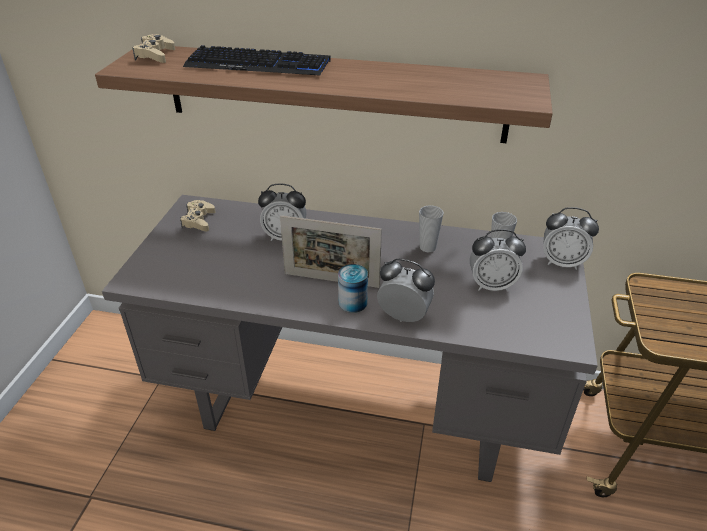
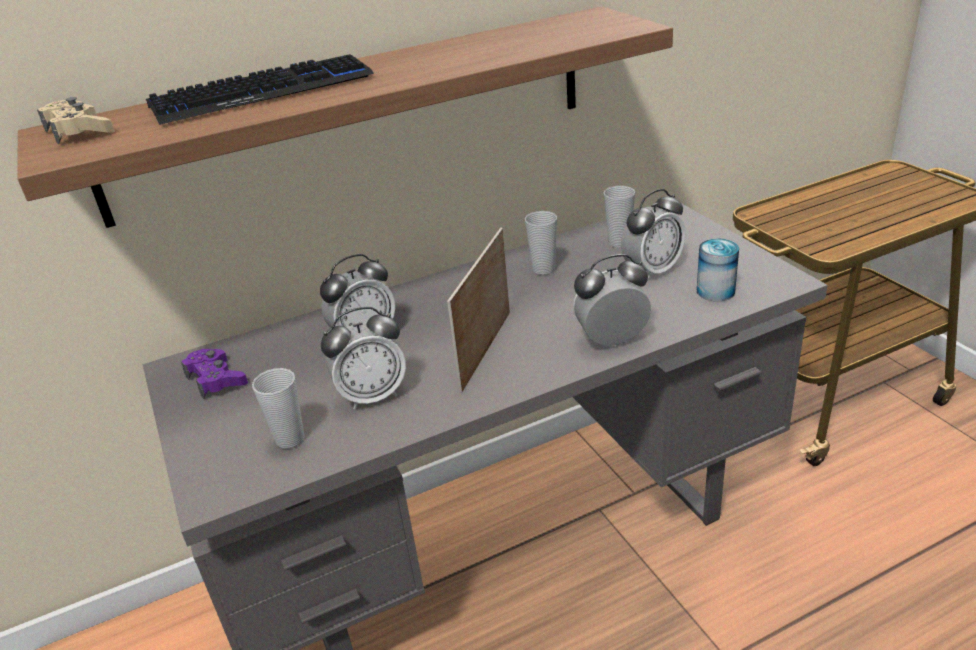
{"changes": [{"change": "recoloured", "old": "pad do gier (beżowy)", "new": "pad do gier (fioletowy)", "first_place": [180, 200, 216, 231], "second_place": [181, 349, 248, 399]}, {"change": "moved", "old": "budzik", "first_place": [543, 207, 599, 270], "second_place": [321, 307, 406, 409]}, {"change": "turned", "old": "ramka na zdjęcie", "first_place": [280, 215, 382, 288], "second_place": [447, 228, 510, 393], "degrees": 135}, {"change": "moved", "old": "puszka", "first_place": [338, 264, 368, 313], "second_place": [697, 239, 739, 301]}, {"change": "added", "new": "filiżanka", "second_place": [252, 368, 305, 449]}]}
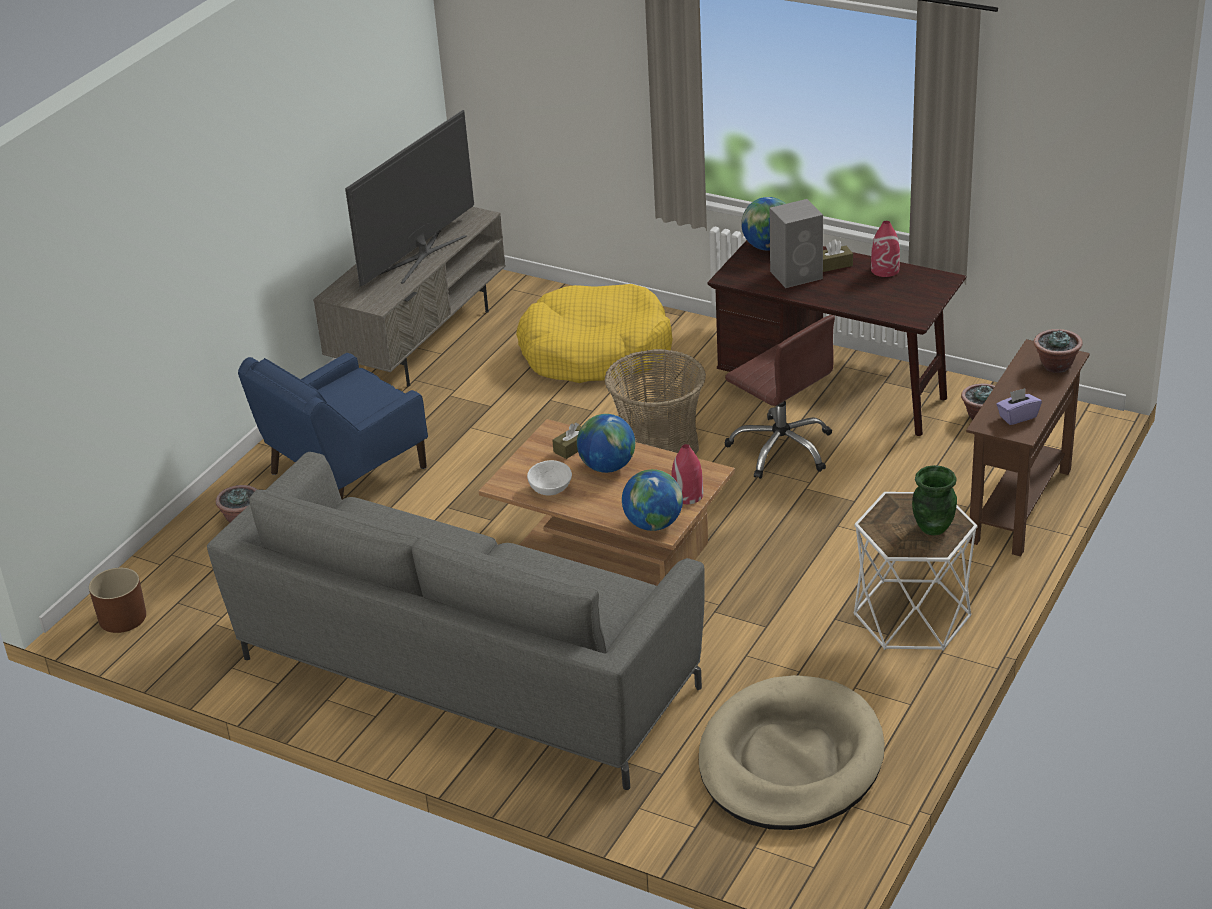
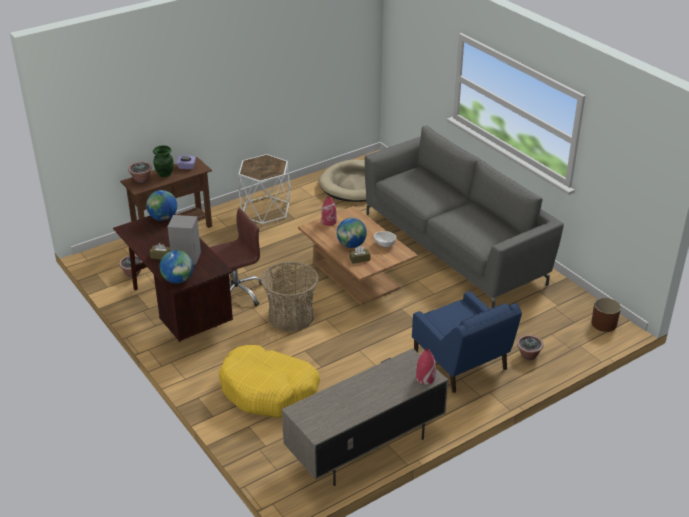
{"changes": [{"change": "removed", "old": "telewizor", "first_place": [345, 110, 474, 286]}, {"change": "moved", "old": "wazon (czerwony)", "first_place": [871, 221, 900, 277], "second_place": [416, 349, 436, 384]}, {"change": "turned", "old": "krzesło biurowe (brązowy)", "first_place": [724, 315, 835, 479], "second_place": [209, 208, 262, 306], "degrees": 75}, {"change": "turned", "old": "fotel (niebieski)", "first_place": [238, 353, 428, 500], "second_place": [412, 291, 522, 393], "degrees": 75}, {"change": "moved", "old": "wazon (zielony)", "first_place": [912, 465, 957, 536], "second_place": [153, 145, 174, 177]}, {"change": "moved", "old": "globus", "first_place": [622, 469, 683, 531], "second_place": [146, 190, 177, 221]}]}
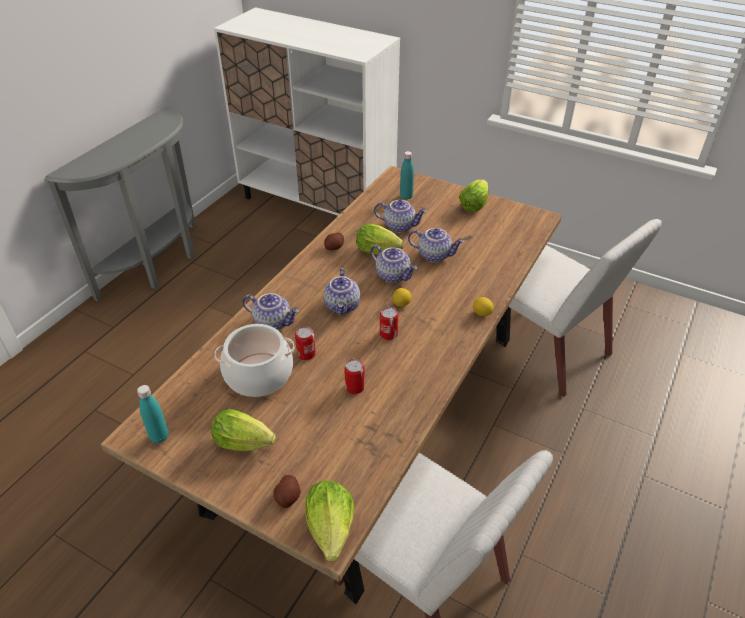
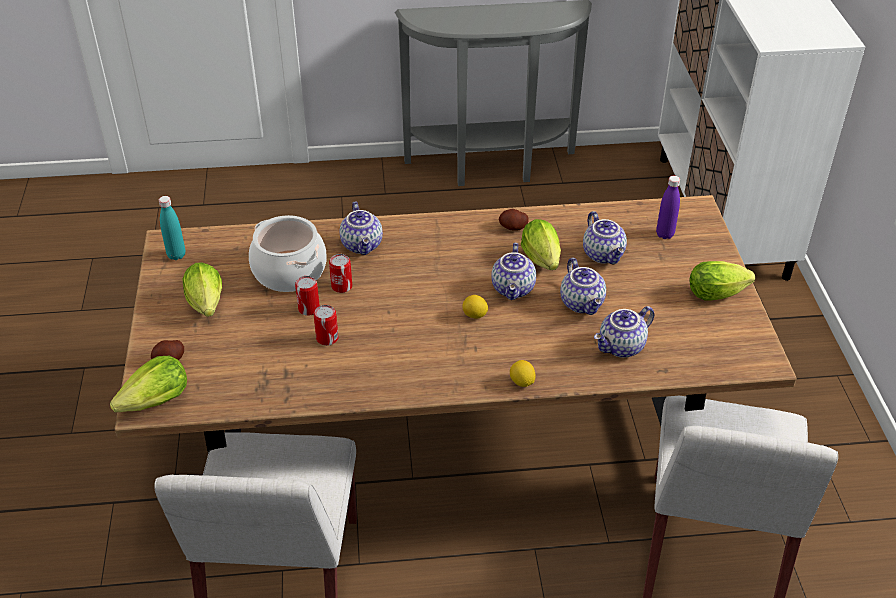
{"changes": [{"change": "recoloured", "old": "butelka (turkusowy)", "new": "butelka (fioletowy)", "first_place": [400, 151, 414, 200], "second_place": [656, 176, 680, 239]}, {"change": "moved", "old": "imbryk", "first_place": [324, 268, 360, 316], "second_place": [594, 306, 655, 358]}, {"change": "moved", "old": "puszka", "first_place": [380, 307, 398, 340], "second_place": [295, 276, 320, 316]}]}
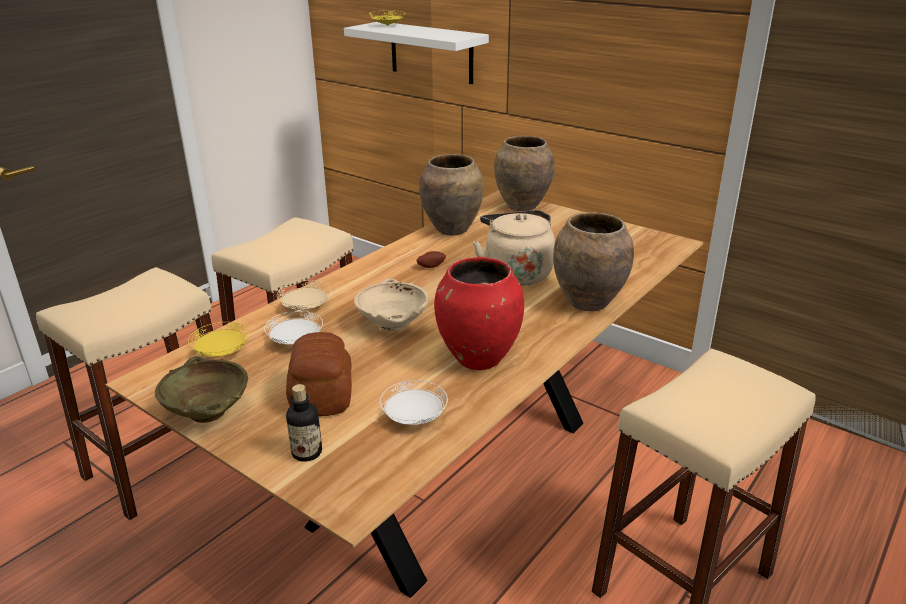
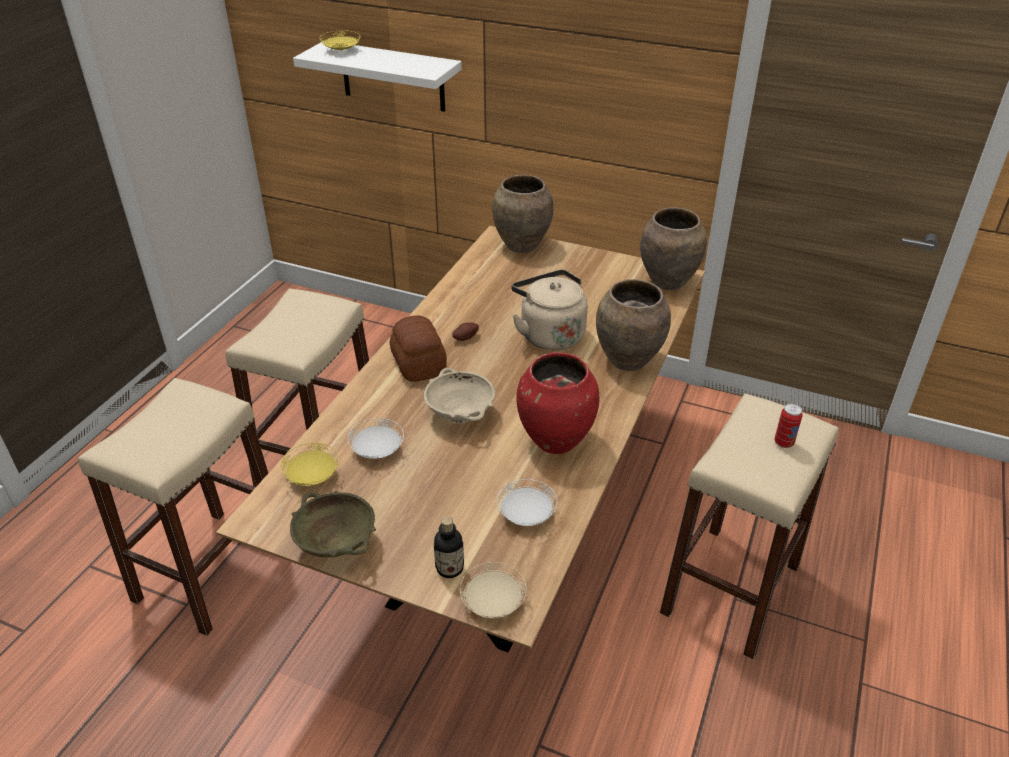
{"changes": [{"change": "moved", "old": "wazon (brązowy)", "first_place": [419, 154, 484, 236], "second_place": [640, 207, 707, 290]}, {"change": "moved", "old": "talerz (beżowy)", "first_place": [277, 280, 331, 310], "second_place": [460, 562, 527, 618]}, {"change": "moved", "old": "chleb", "first_place": [286, 332, 352, 416], "second_place": [390, 315, 447, 382]}, {"change": "added", "new": "puszka", "second_place": [775, 403, 802, 448]}]}
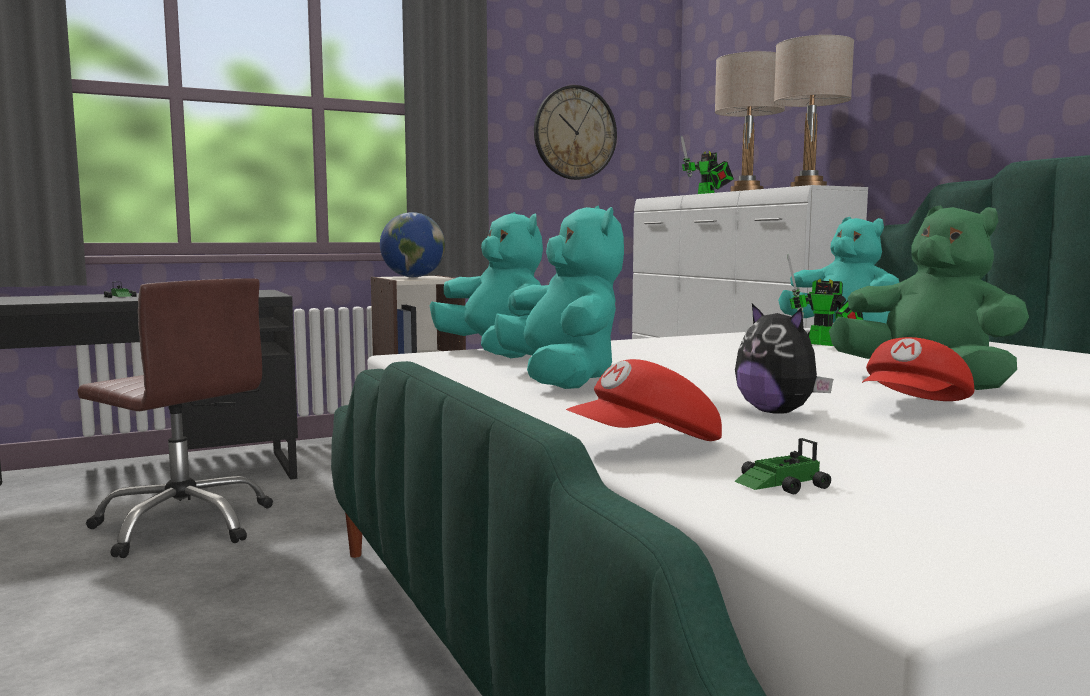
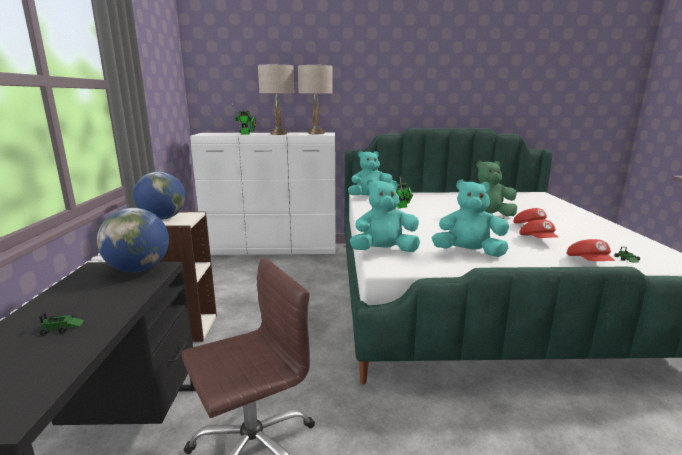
{"changes": [{"change": "removed", "old": "zegar ścienny", "first_place": [534, 85, 617, 180]}, {"change": "replaced", "old": "pluszak", "new": "czapka z daszkiem (czerwony)", "first_place": [735, 304, 833, 414], "second_place": [519, 220, 558, 238]}, {"change": "added", "new": "globus", "second_place": [97, 208, 169, 272]}]}
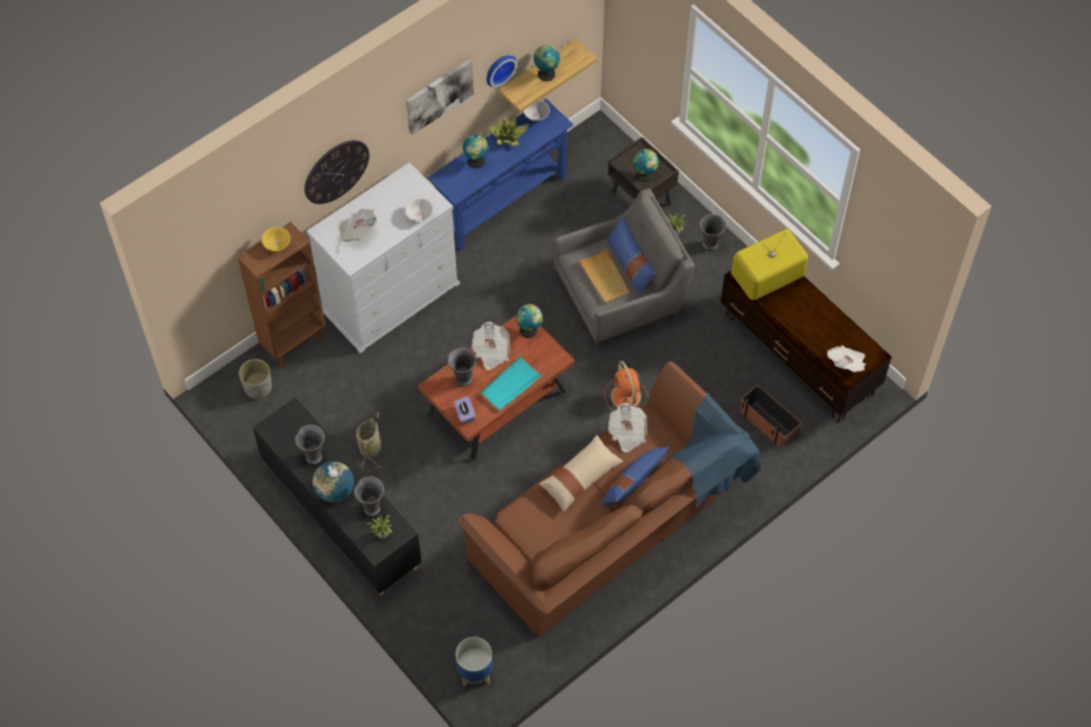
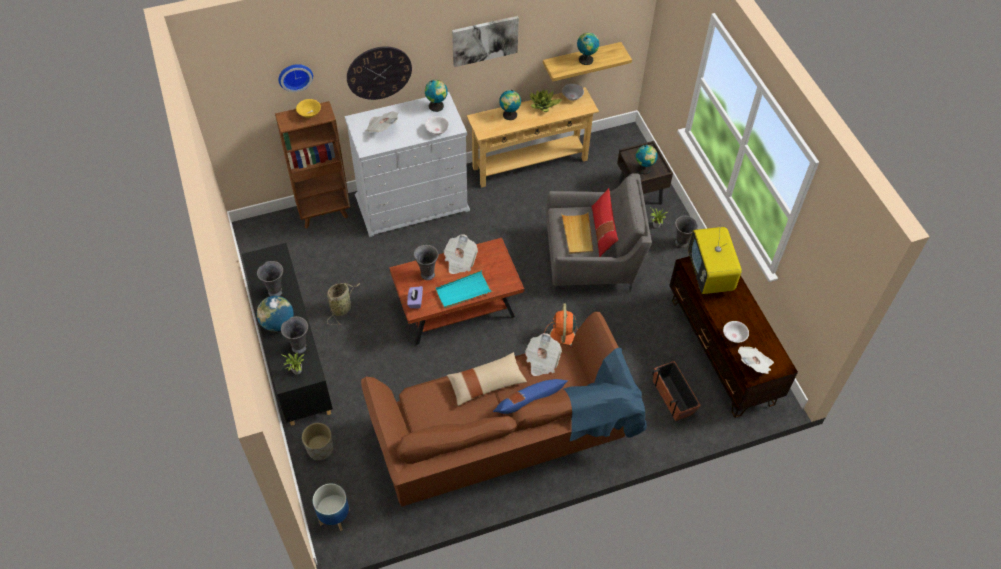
{"changes": [{"change": "moved", "old": "zegar ścienny", "first_place": [487, 55, 517, 87], "second_place": [279, 64, 313, 92]}, {"change": "recoloured", "old": "stolik konsolowy (niebieski)", "new": "stolik konsolowy (beżowy)", "first_place": [427, 98, 573, 250], "second_place": [467, 87, 599, 187]}, {"change": "recoloured", "old": "poduszka (niebieski)", "new": "poduszka (czerwony)", "first_place": [606, 215, 657, 297], "second_place": [591, 188, 618, 257]}, {"change": "turned", "old": "telewizor", "first_place": [731, 229, 808, 300], "second_place": [688, 224, 742, 294], "degrees": -90}, {"change": "moved", "old": "globus", "first_place": [516, 304, 543, 338], "second_place": [425, 80, 448, 112]}, {"change": "moved", "old": "donica (szary)", "first_place": [239, 359, 272, 400], "second_place": [302, 423, 333, 460]}, {"change": "added", "new": "miska (biały)", "second_place": [723, 321, 749, 343]}]}
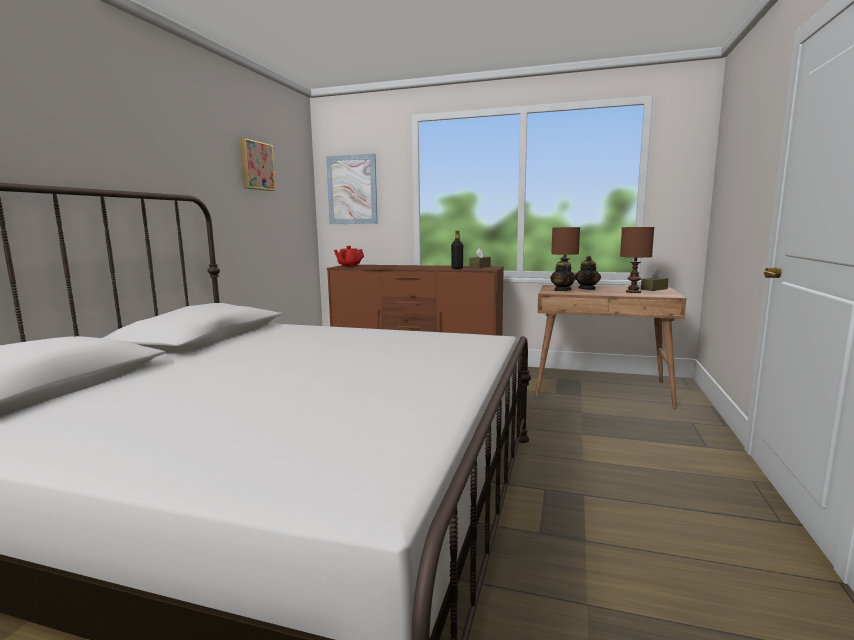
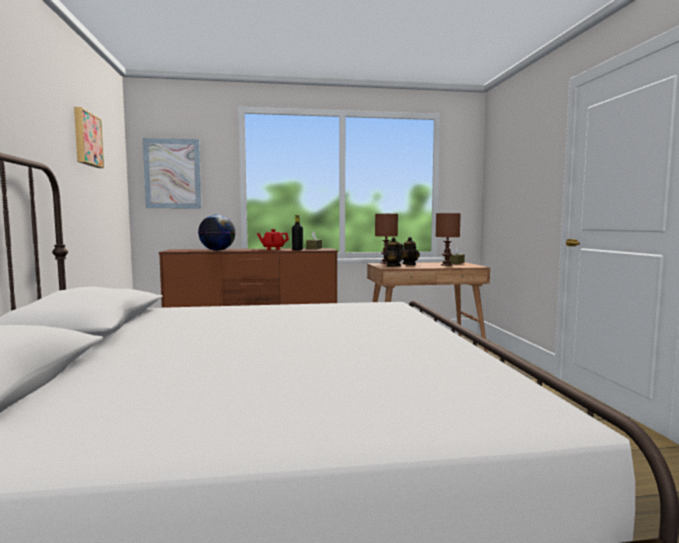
{"changes": [{"change": "moved", "old": "imbryk (czerwony)", "first_place": [334, 246, 364, 267], "second_place": [257, 229, 289, 250]}, {"change": "added", "new": "globus", "second_place": [198, 215, 236, 251]}]}
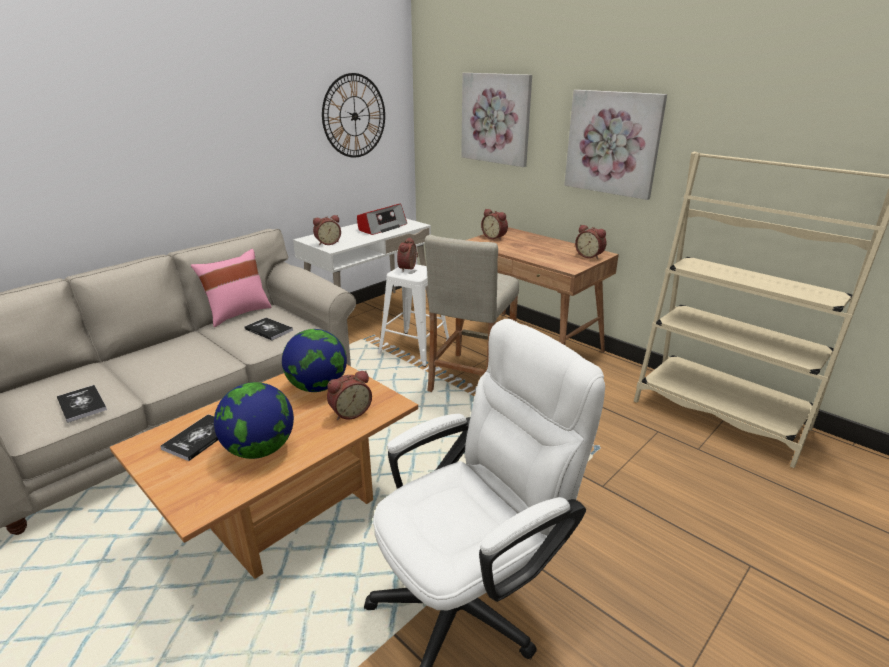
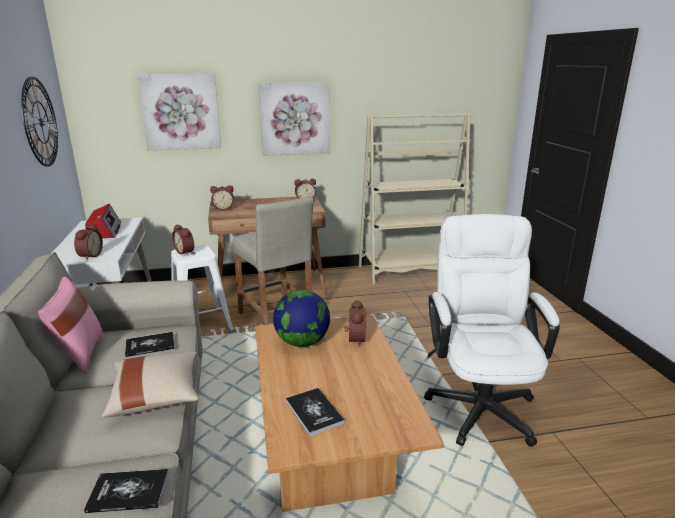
{"changes": [{"change": "removed", "old": "globus", "first_place": [214, 382, 294, 459]}, {"change": "added", "new": "poduszka (beżowy)", "second_place": [102, 352, 199, 418]}]}
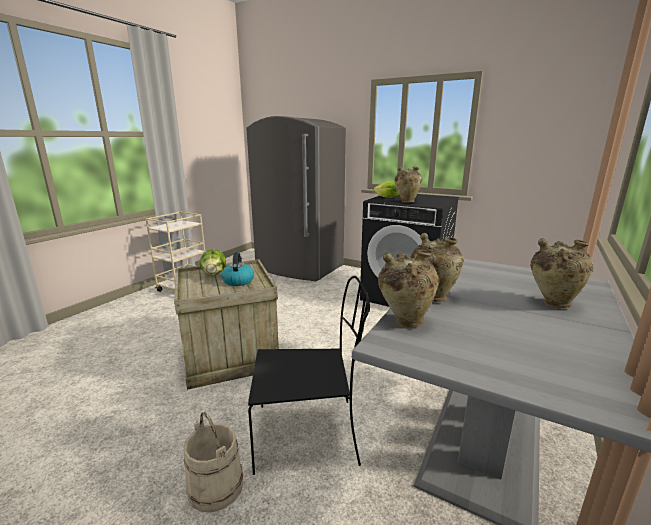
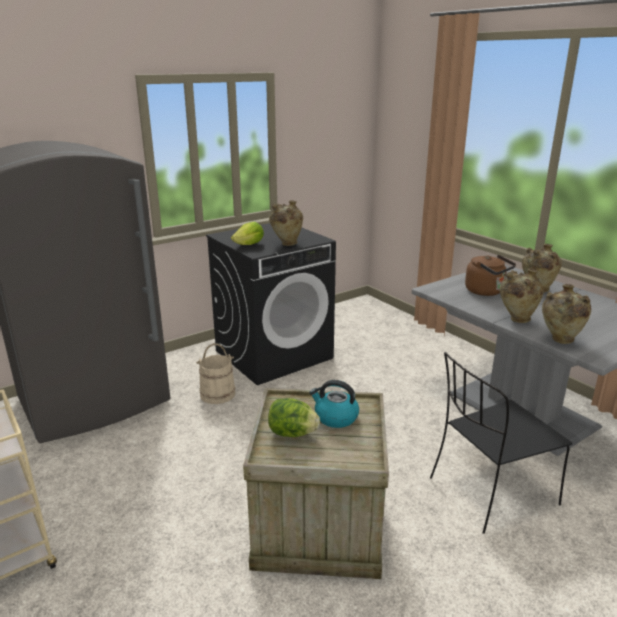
{"changes": [{"change": "turned", "old": "krzesło (czarny)", "first_place": [248, 276, 370, 475], "second_place": [430, 352, 572, 534], "degrees": -135}, {"change": "moved", "old": "wiadro (beżowy)", "first_place": [184, 412, 244, 512], "second_place": [196, 343, 235, 404]}, {"change": "added", "new": "czajnik (brązowy)", "second_place": [465, 255, 516, 296]}]}
